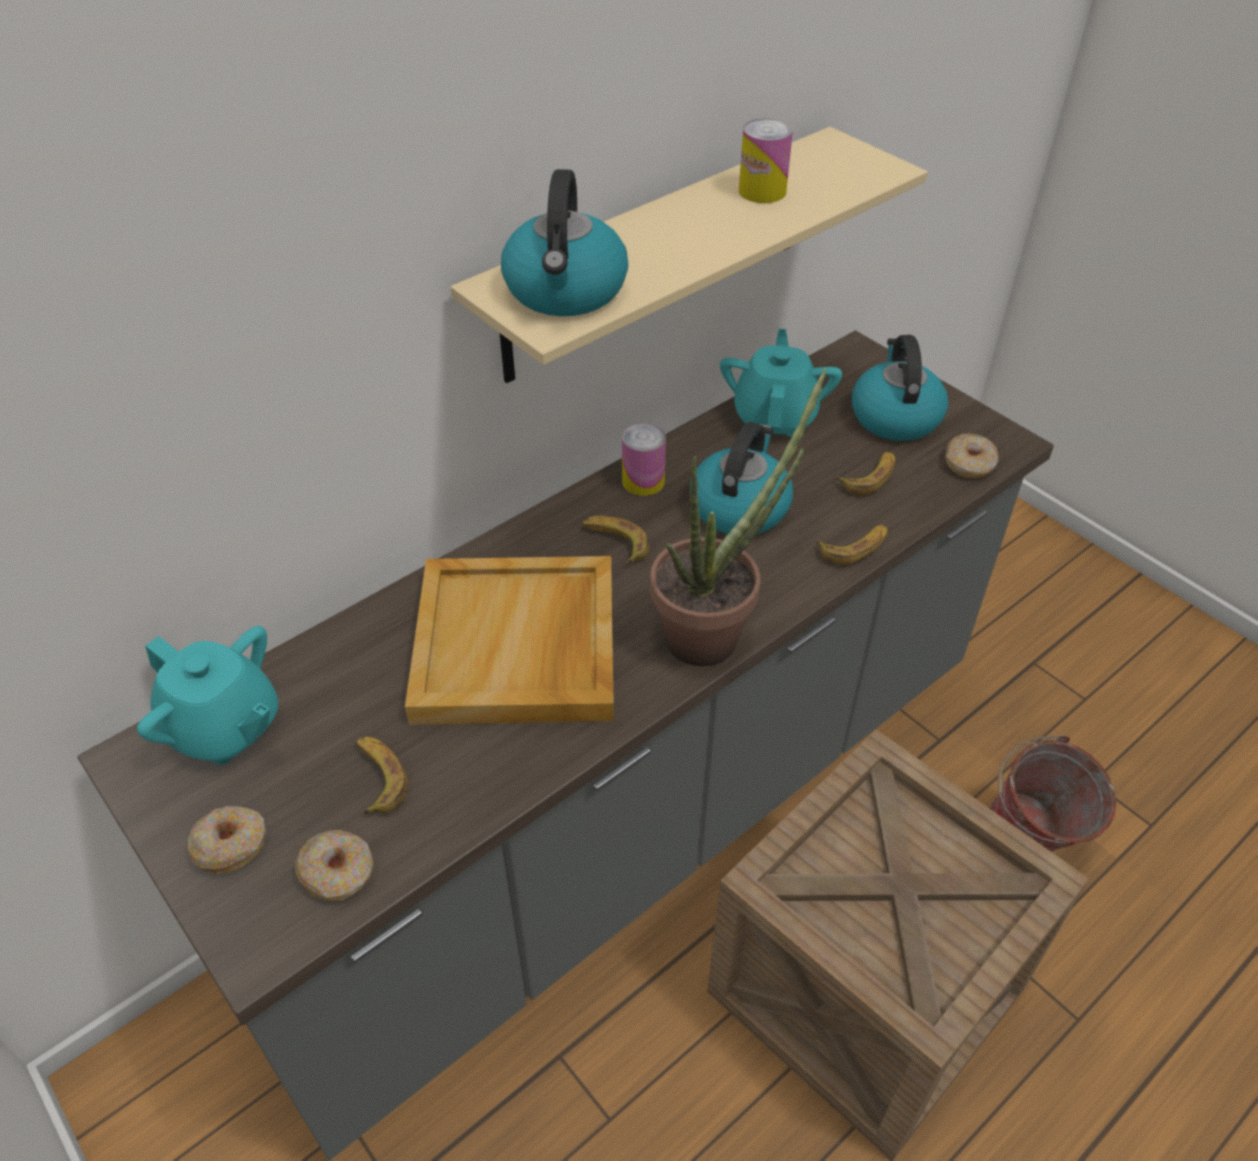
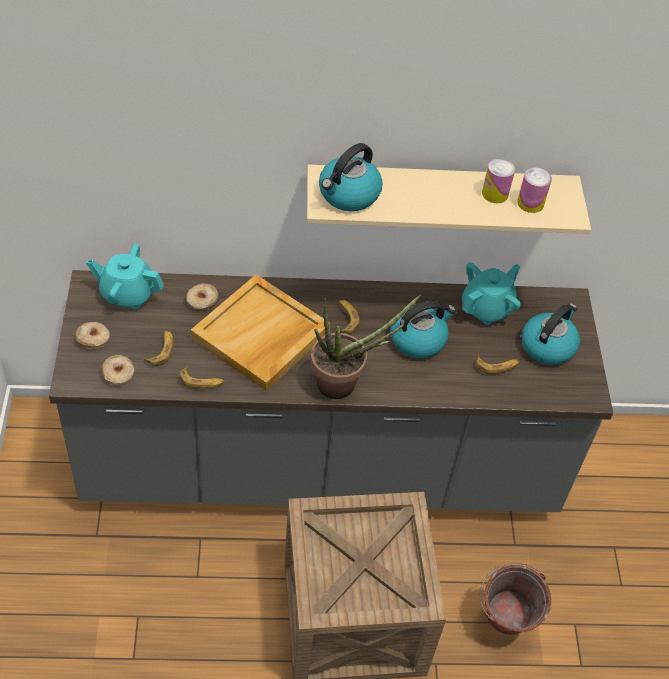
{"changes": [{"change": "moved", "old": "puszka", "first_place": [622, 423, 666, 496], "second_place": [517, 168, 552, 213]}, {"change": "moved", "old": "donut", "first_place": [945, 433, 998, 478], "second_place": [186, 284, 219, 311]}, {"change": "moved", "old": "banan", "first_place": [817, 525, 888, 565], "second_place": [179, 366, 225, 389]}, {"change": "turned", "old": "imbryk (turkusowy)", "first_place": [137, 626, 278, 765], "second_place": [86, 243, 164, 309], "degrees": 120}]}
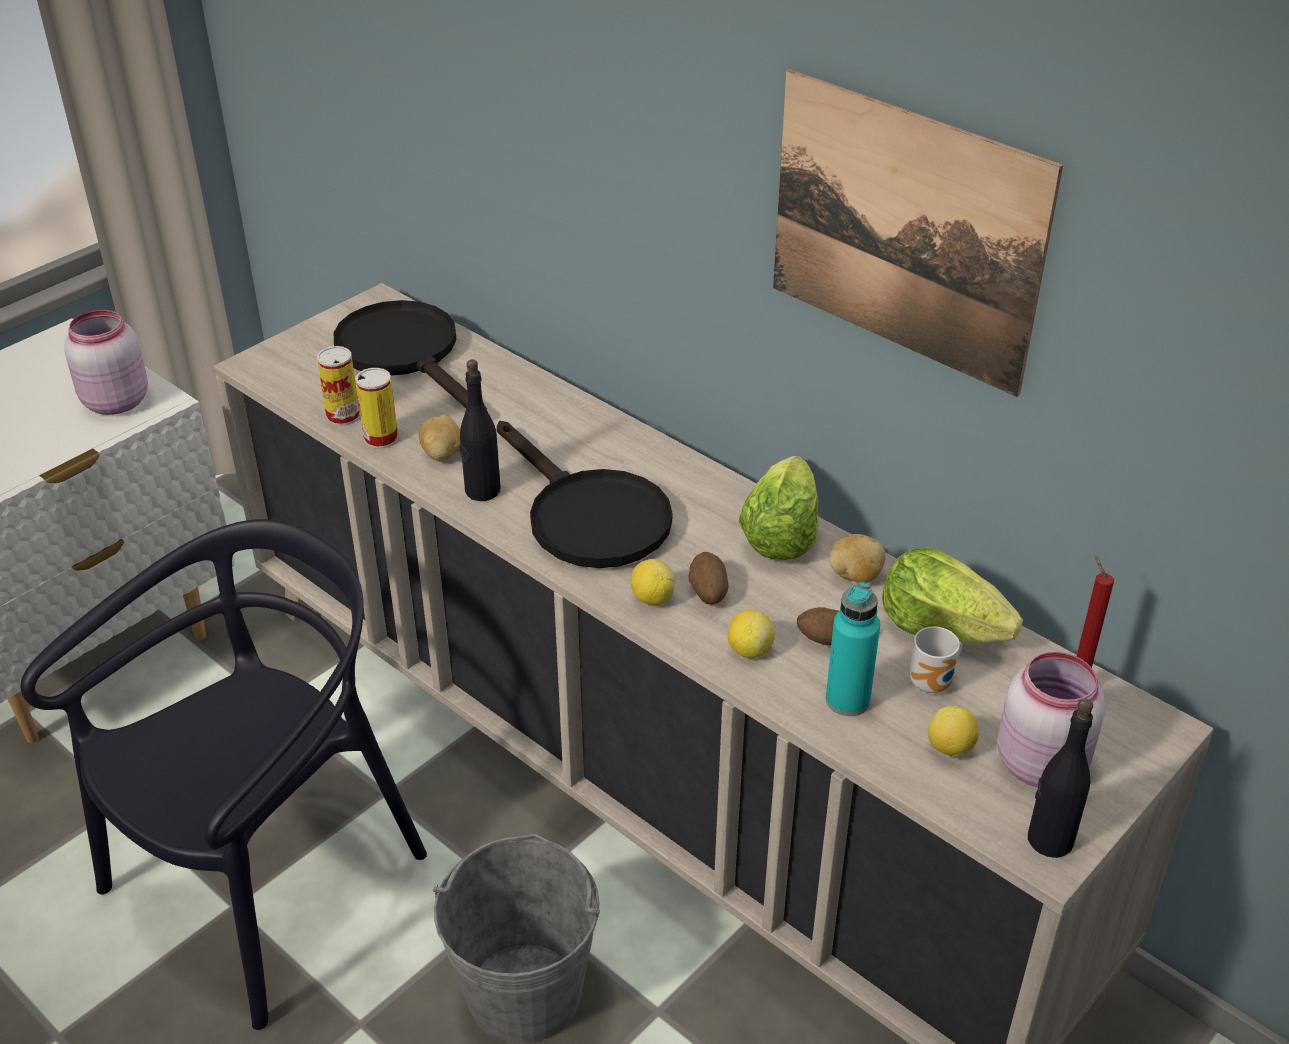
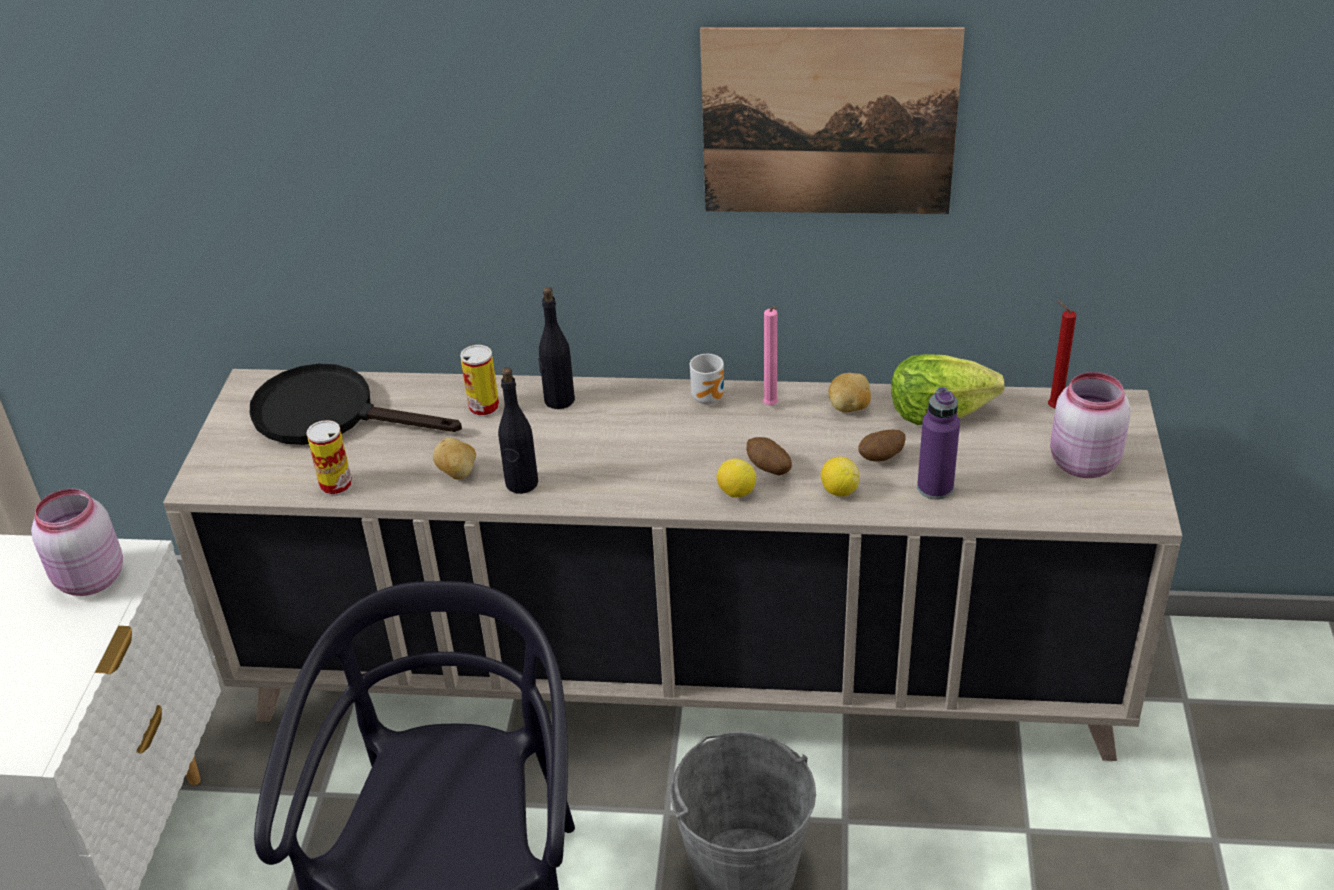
{"changes": [{"change": "moved", "old": "puszka", "first_place": [355, 368, 398, 449], "second_place": [460, 345, 499, 417]}, {"change": "removed", "old": "patelnia (czarny)", "first_place": [497, 421, 672, 568]}, {"change": "replaced", "old": "sałata", "new": "świeca (różowy)", "first_place": [738, 456, 819, 560], "second_place": [763, 306, 779, 406]}, {"change": "recoloured", "old": "butelka (turkusowy)", "new": "butelka (fioletowy)", "first_place": [826, 582, 880, 716], "second_place": [917, 387, 960, 500]}, {"change": "moved", "old": "kubek", "first_place": [910, 627, 962, 693], "second_place": [690, 354, 724, 405]}, {"change": "moved", "old": "butelka (czarny)", "first_place": [1028, 699, 1093, 858], "second_place": [538, 287, 575, 409]}, {"change": "removed", "old": "cytryna", "first_place": [928, 706, 979, 757]}]}
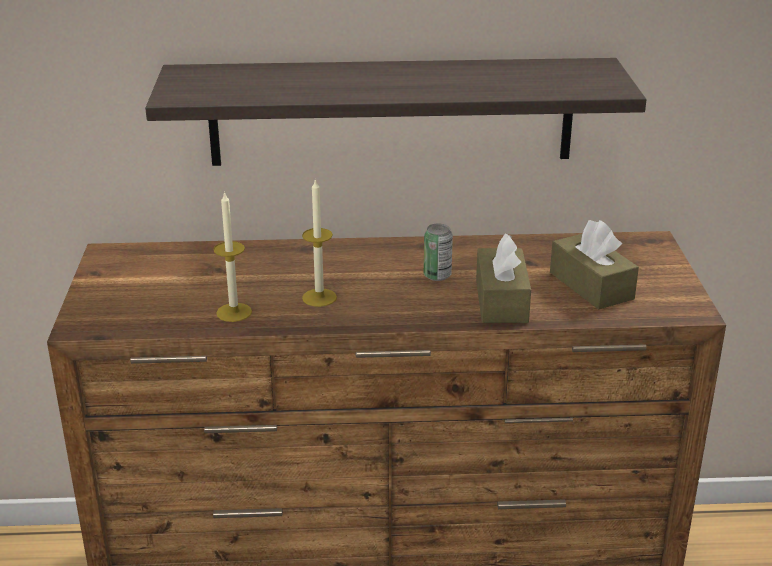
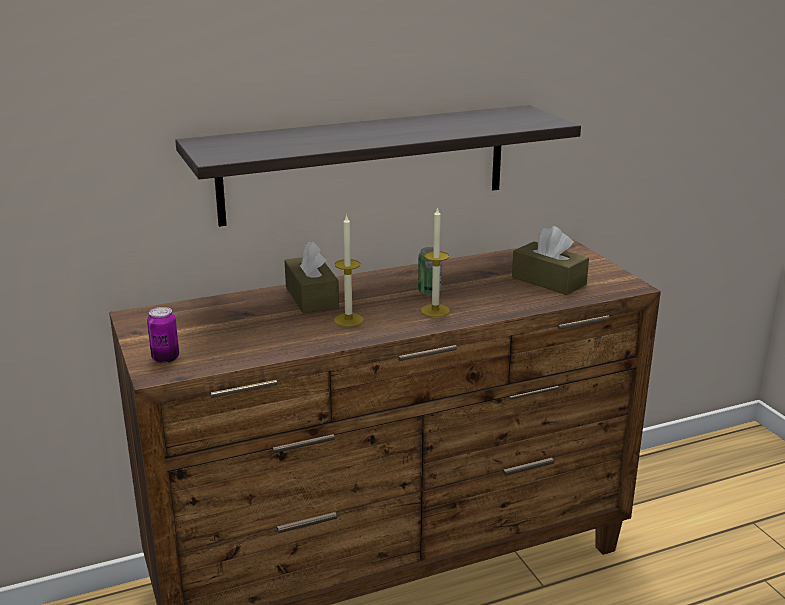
{"changes": [{"change": "moved", "old": "świeca", "first_place": [213, 191, 252, 322], "second_place": [421, 207, 450, 317]}, {"change": "moved", "old": "pudełko chusteczek (brązowy)", "first_place": [476, 233, 531, 323], "second_place": [284, 241, 339, 314]}, {"change": "added", "new": "puszka", "second_place": [147, 307, 179, 363]}]}
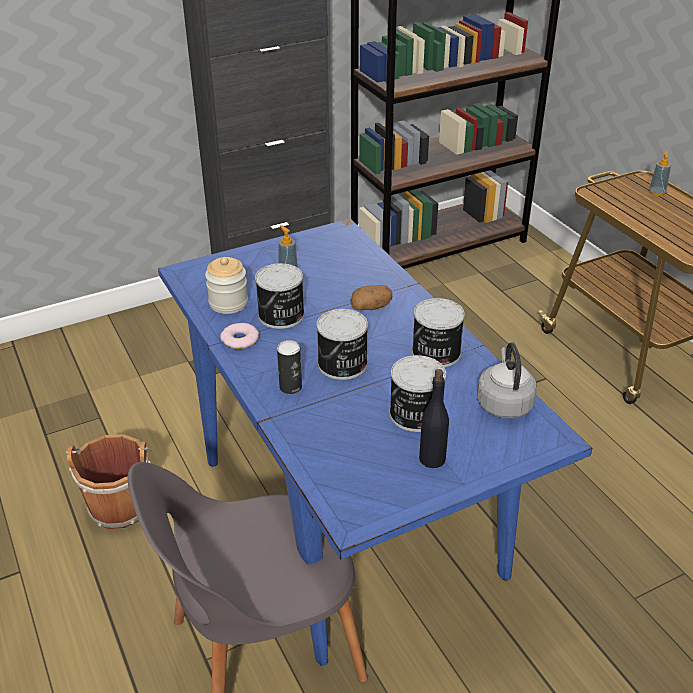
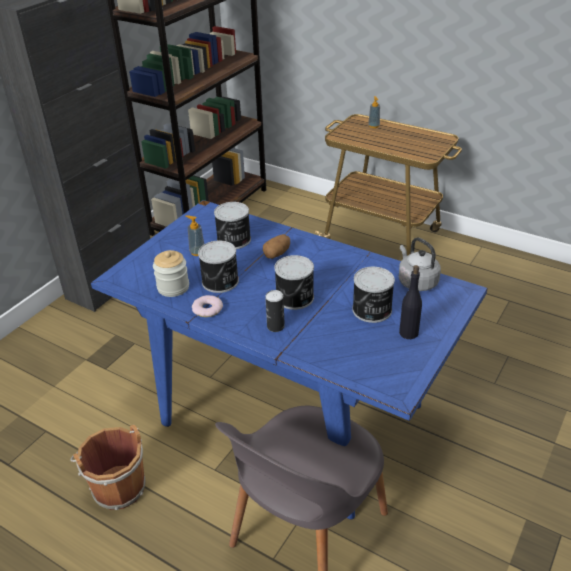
{"changes": [{"change": "moved", "old": "puszka", "first_place": [412, 298, 465, 367], "second_place": [214, 202, 251, 249]}]}
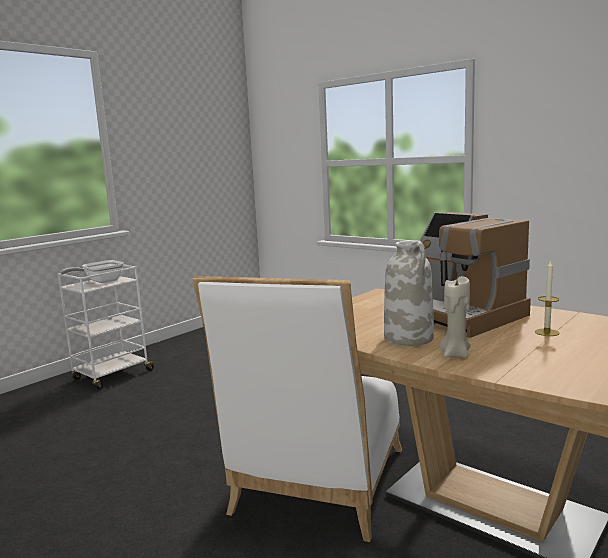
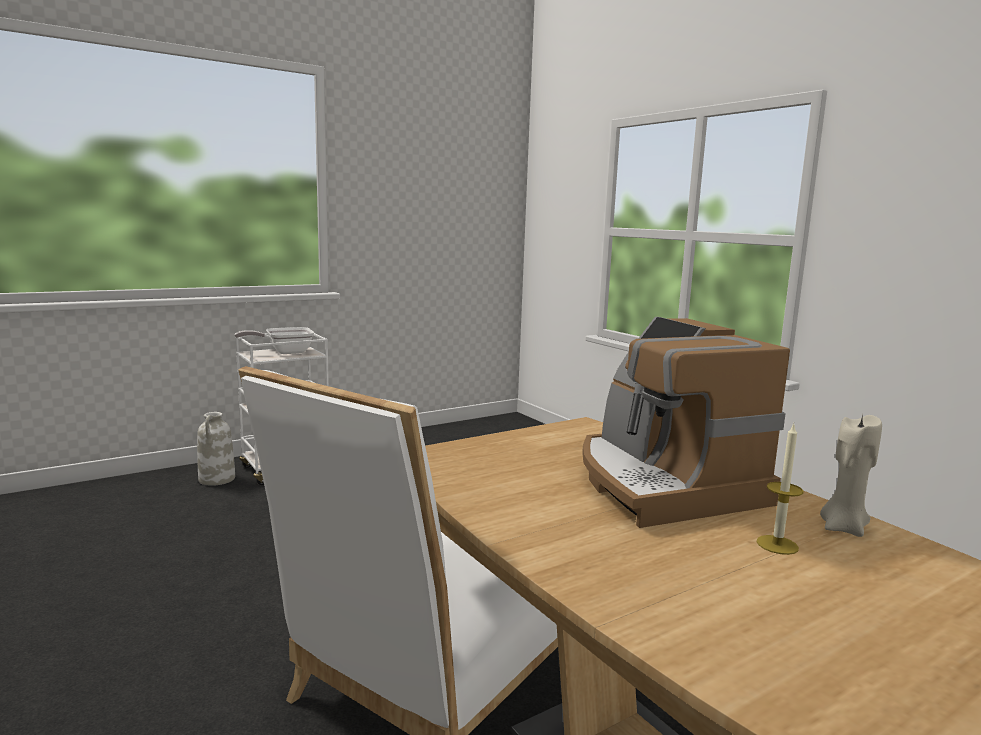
{"changes": [{"change": "moved", "old": "wazon (biały)", "first_place": [384, 241, 434, 346], "second_place": [197, 412, 235, 486]}, {"change": "moved", "old": "świeca (beżowy)", "first_place": [440, 276, 471, 358], "second_place": [820, 414, 882, 537]}]}
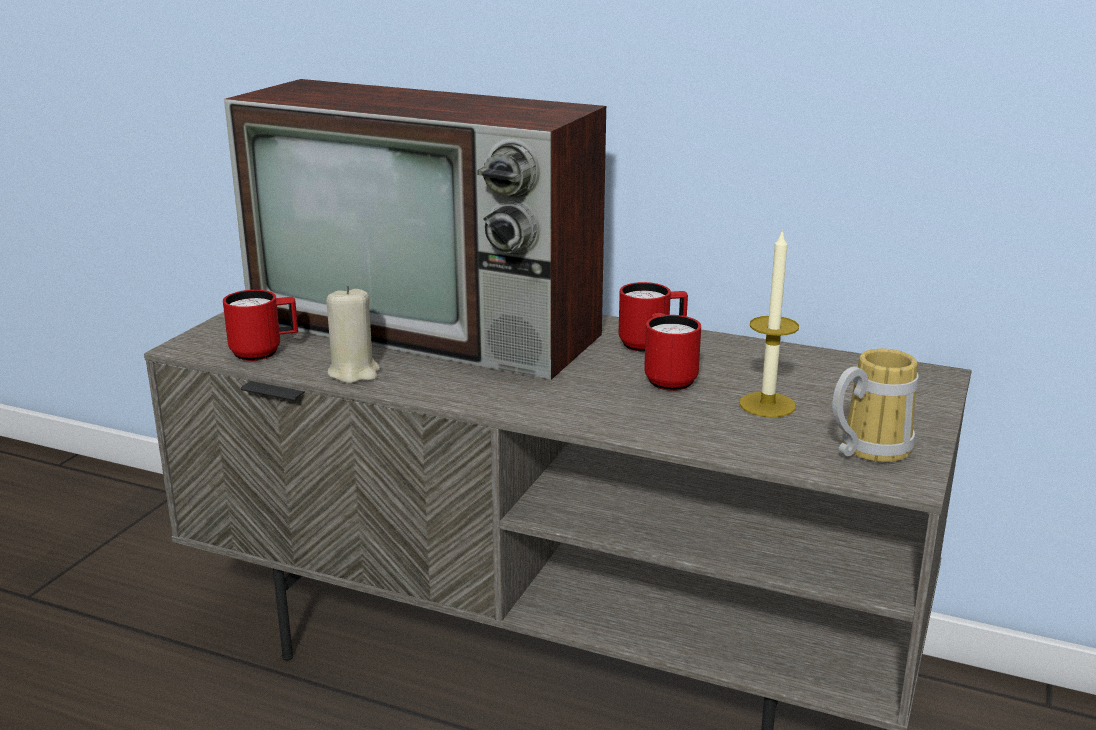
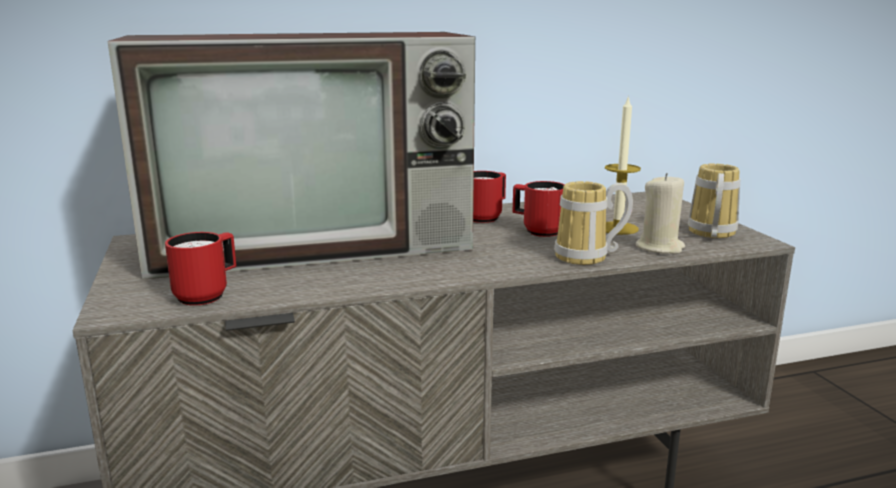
{"changes": [{"change": "moved", "old": "świeca (beżowy)", "first_place": [326, 285, 380, 383], "second_place": [636, 173, 685, 254]}, {"change": "added", "new": "kubek", "second_place": [554, 181, 633, 265]}]}
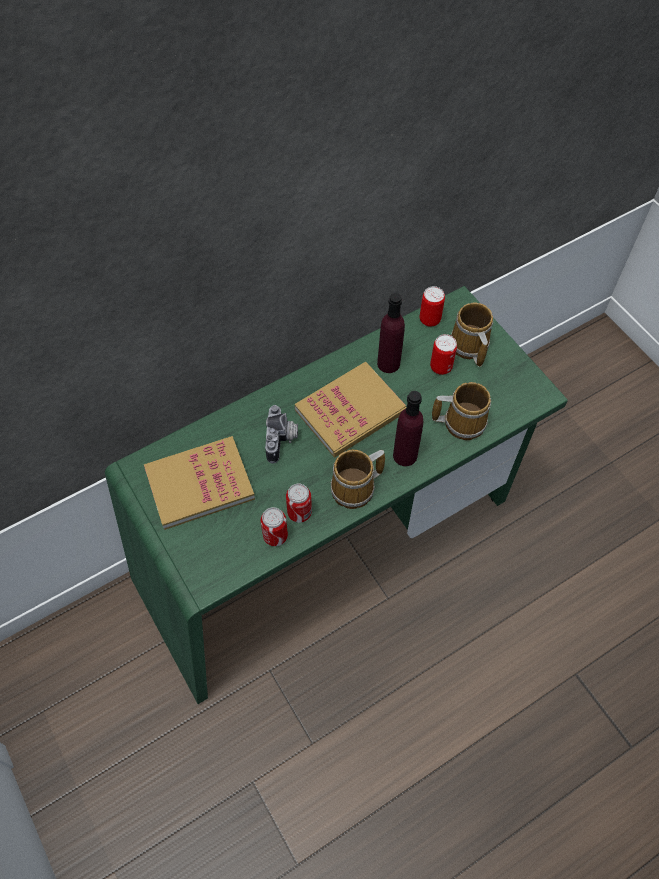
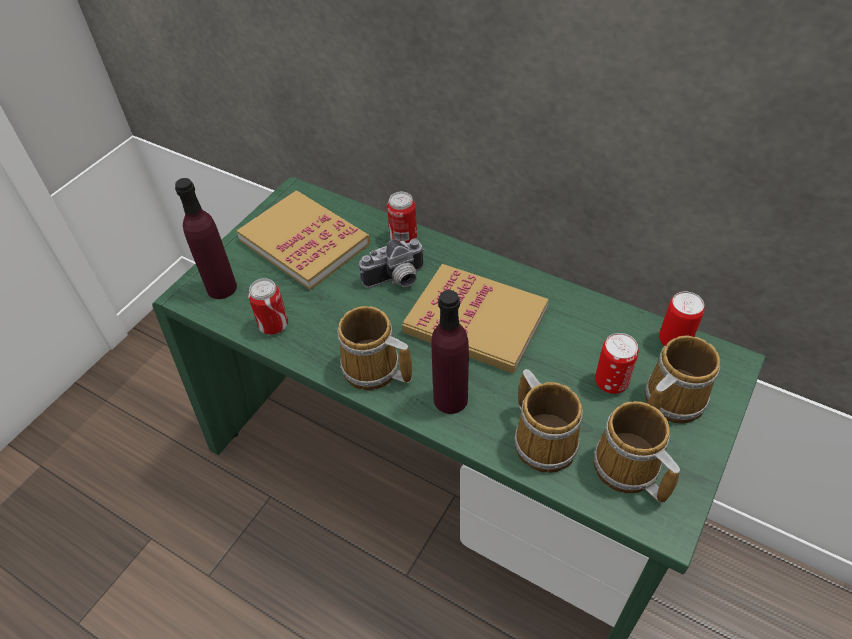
{"changes": [{"change": "moved", "old": "butelka (fioletowy)", "first_place": [377, 293, 405, 373], "second_place": [175, 178, 237, 299]}, {"change": "moved", "old": "puszka", "first_place": [286, 483, 312, 523], "second_place": [387, 192, 417, 243]}, {"change": "added", "new": "kubek", "second_place": [593, 401, 680, 503]}]}
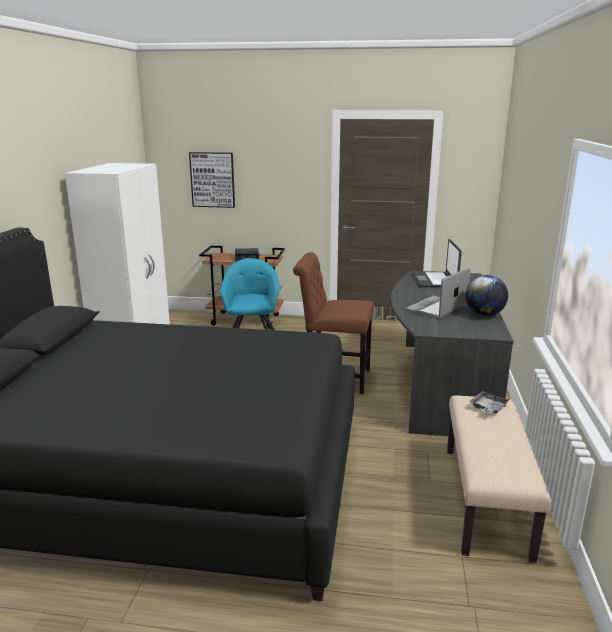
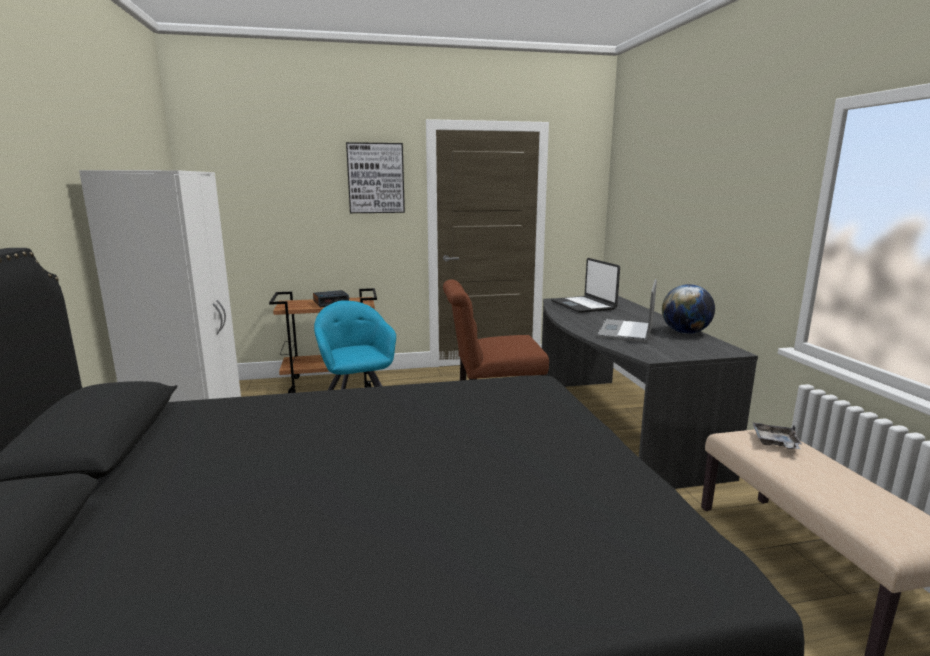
{"changes": [{"change": "moved", "old": "obraz", "first_place": [189, 152, 235, 208], "second_place": [346, 142, 405, 213]}]}
